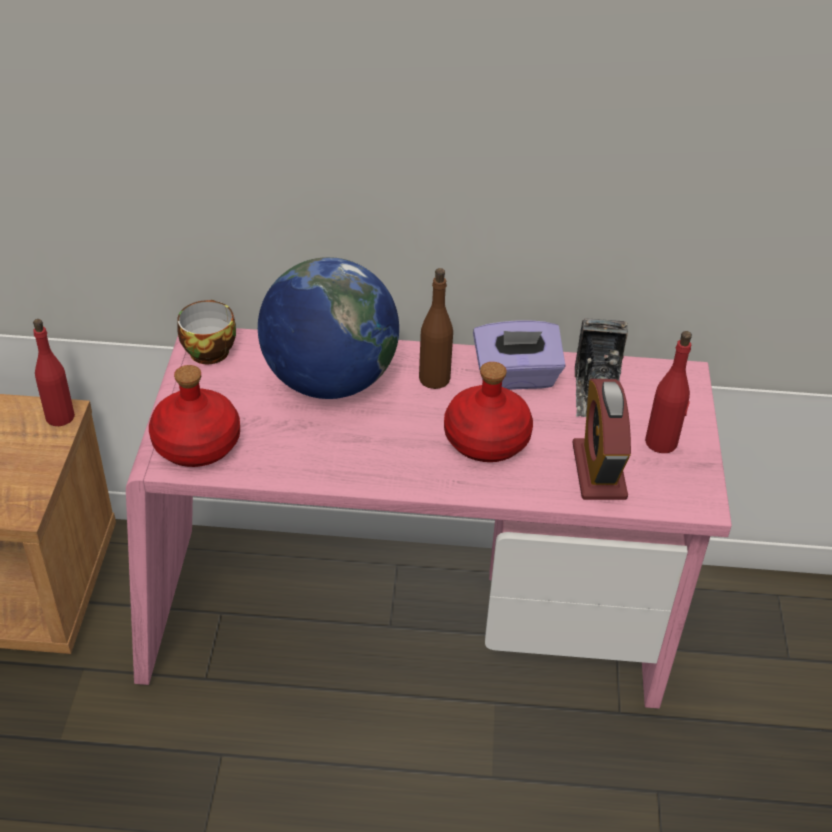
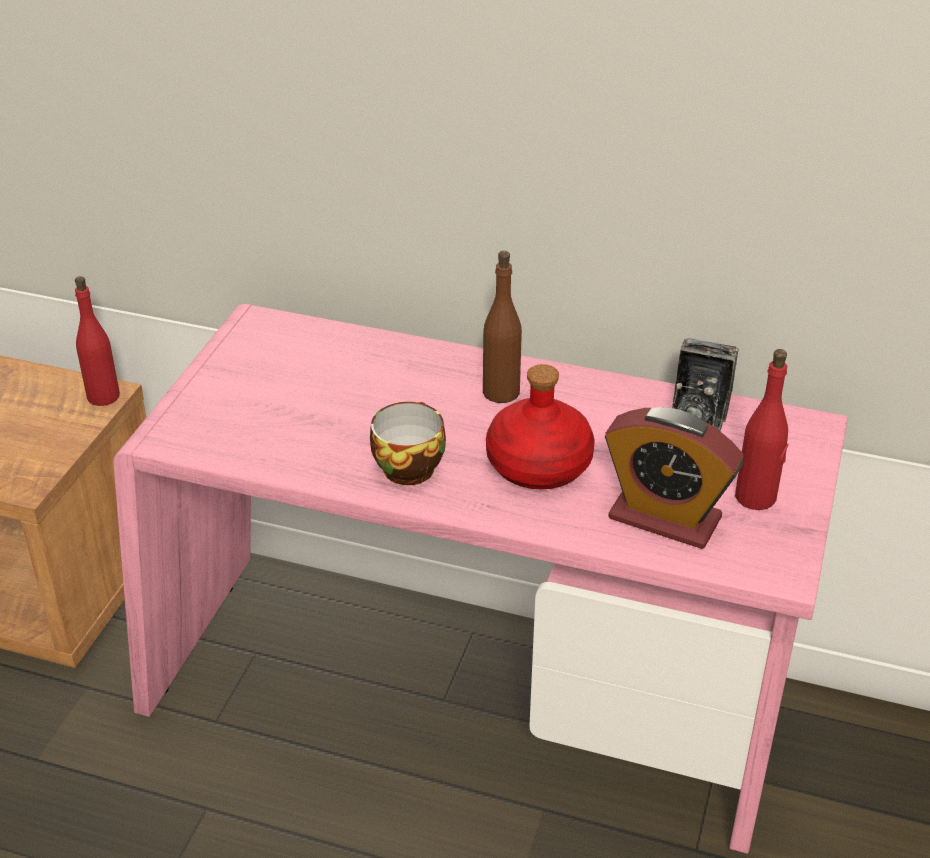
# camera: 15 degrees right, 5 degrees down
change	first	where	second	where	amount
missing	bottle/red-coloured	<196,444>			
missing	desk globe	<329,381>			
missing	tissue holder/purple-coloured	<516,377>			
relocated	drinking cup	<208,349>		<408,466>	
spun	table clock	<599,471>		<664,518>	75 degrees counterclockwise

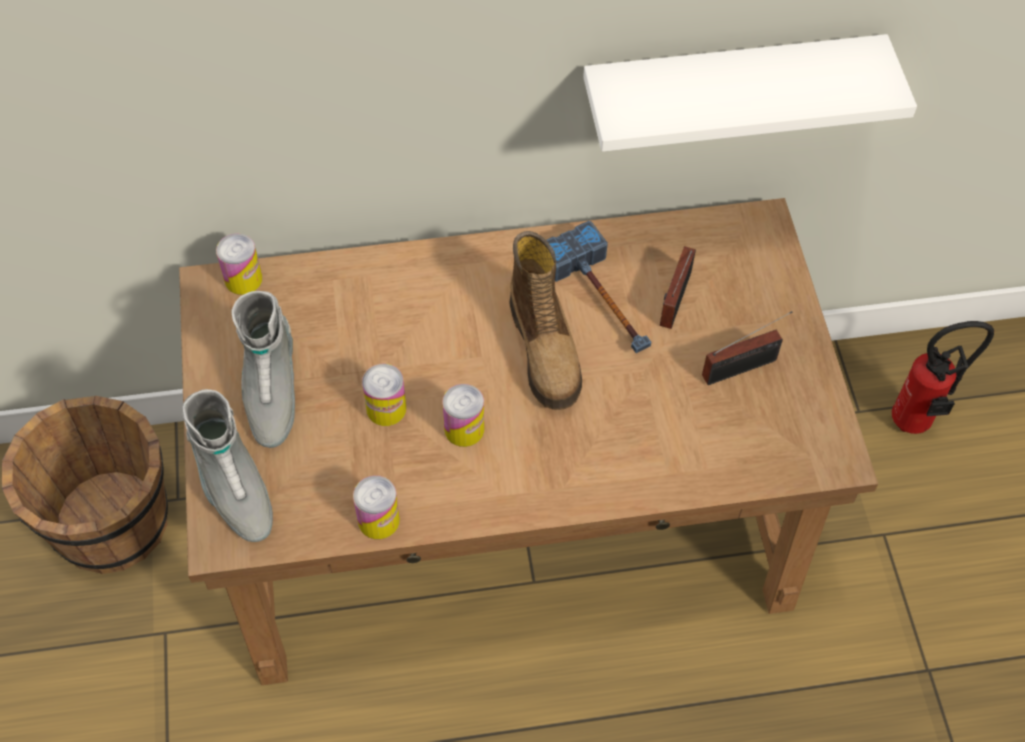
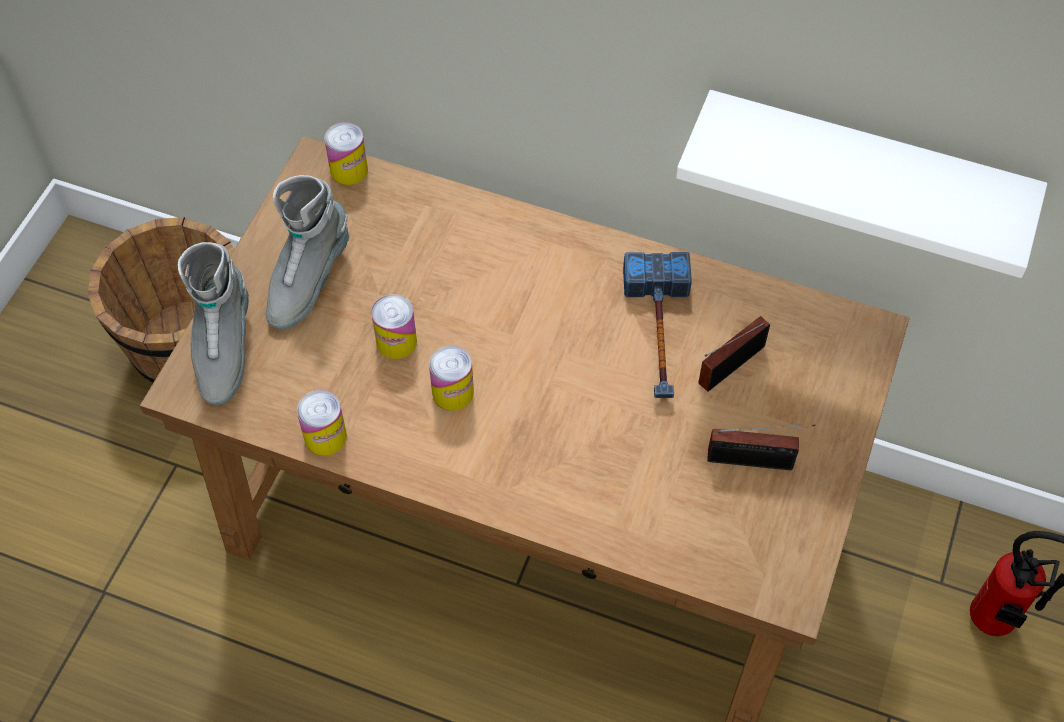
# camera: 30 degrees right, 0 degrees up
change	first	where	second	where	amount
missing	high-top boot	<546,348>			

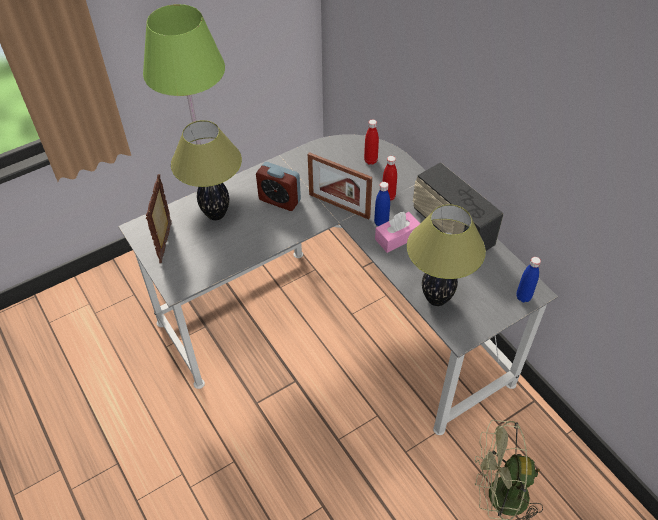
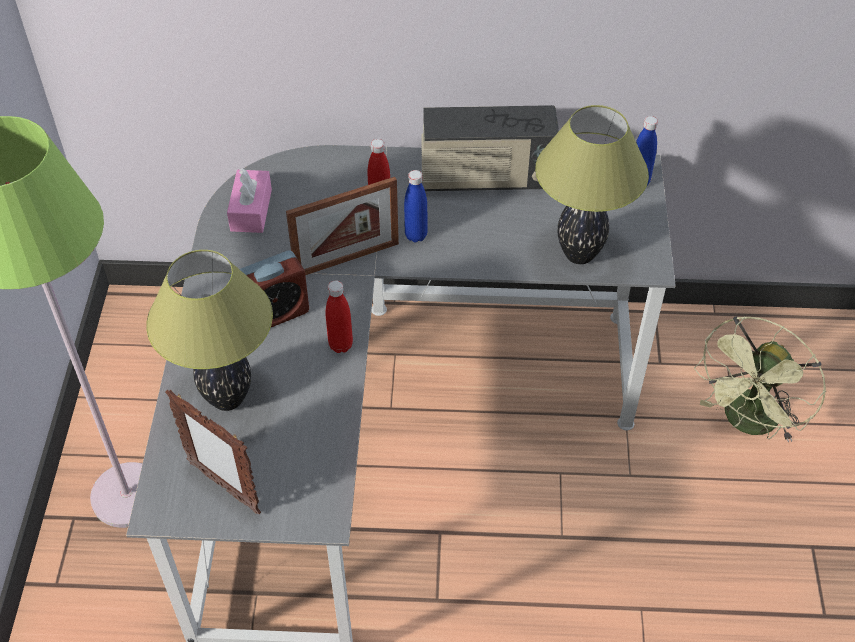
# camera: 55 degrees left, 0 degrees up
change	first	where	second	where	amount
relocated	bottle/red-coloured	<370,161>		<340,345>	
relocated	tissue holder/pink-coloured	<397,237>		<251,210>	

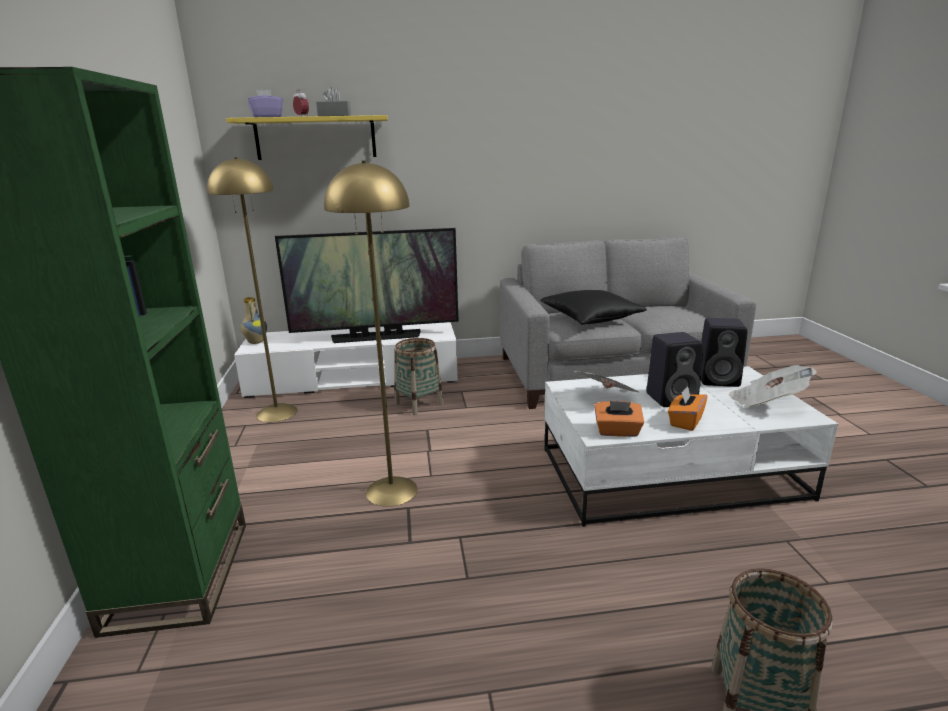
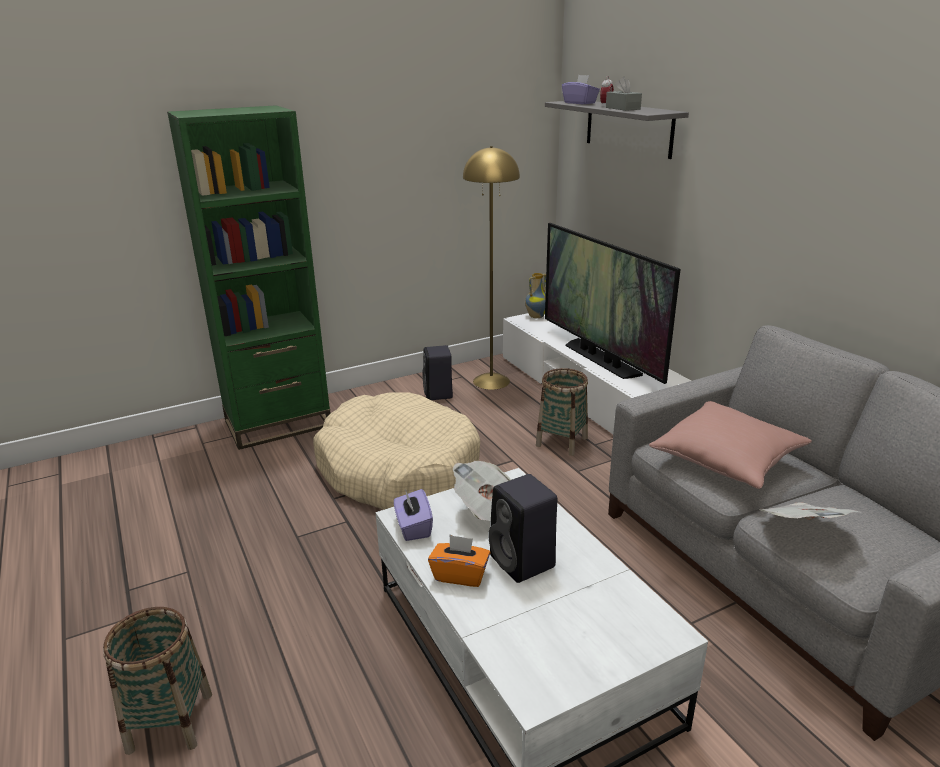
# camera: 70 degrees right, 5 degrees up
change	first	where	second	where	amount
relocated	speaker/black-coloured	<719,379>		<438,394>	
relocated	printed paper	<766,403>		<803,530>	
exchanged	standing lamp/yellow-coloured	<391,490>	dog cushion/beige-coloured	<399,470>	
colour	wall shelf/yellow-coloured	<315,138>	wall shelf/greyish	<628,128>	
colour	pillow/black-coloured	<590,319>	pillow/pink-coloured	<727,460>	
colour	tissue holder/orangey	<617,431>	tissue holder/purple-coloured	<413,527>	

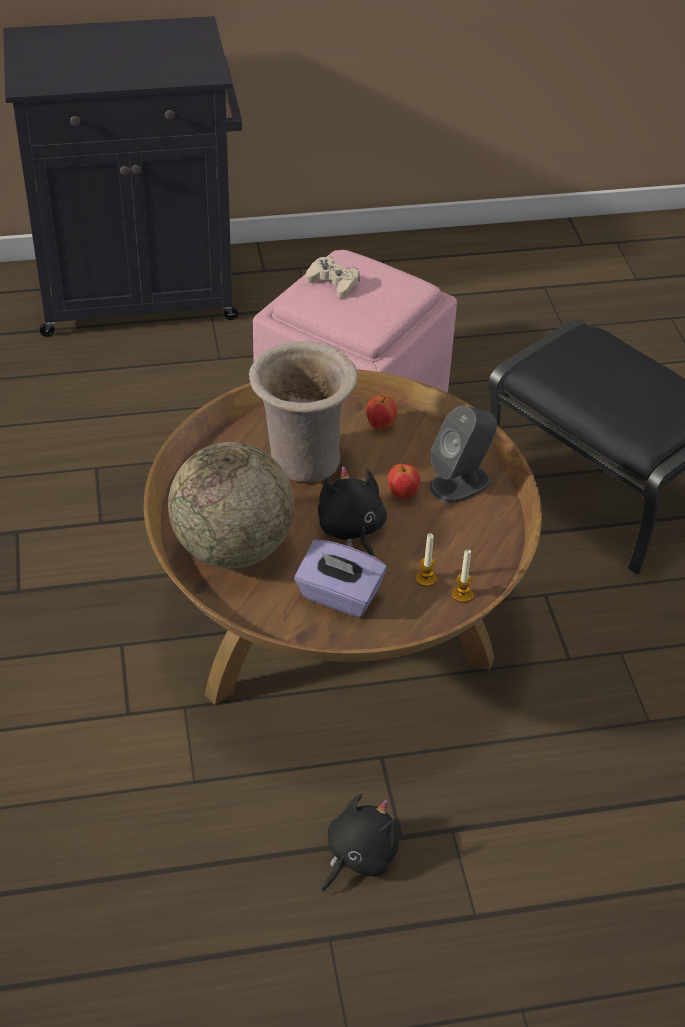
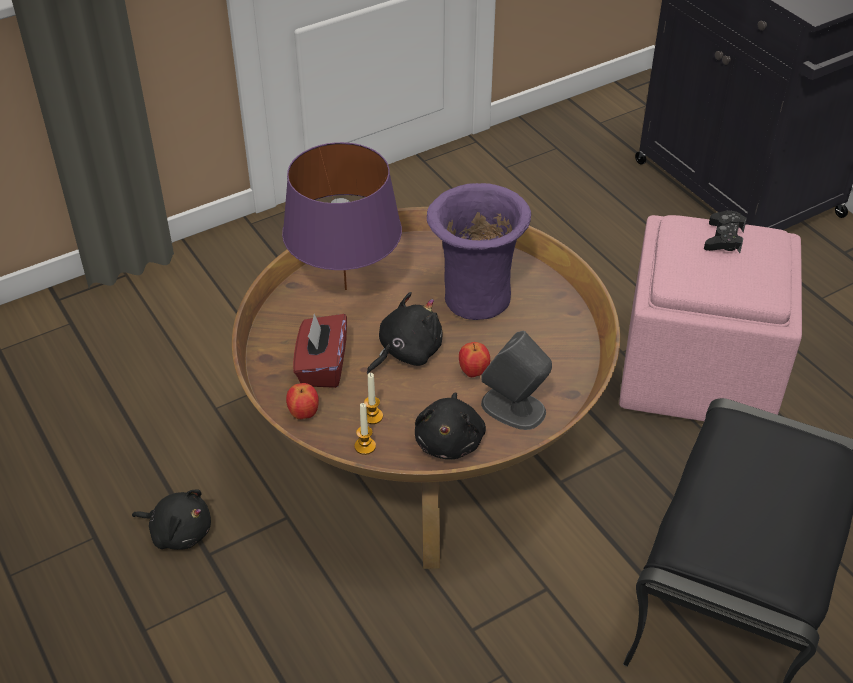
# camera: 70 degrees right, 0 degrees up
change	first	where	second	where	amount
appeared			soft toy/black-coloured	<450,440>	
relocated	apple	<380,425>		<304,414>	
exchanged	desk globe	<233,548>	lamp for a table/purple-coloured	<345,289>	
colour	vase/beige-coloured	<301,462>	vase/purple-coloured	<474,297>	
colour	tissue holder/purple-coloured	<339,596>	tissue holder/red-coloured	<322,366>	
colour	game controller/beige-coloured	<333,283>	game controller/black-coloured	<724,238>	

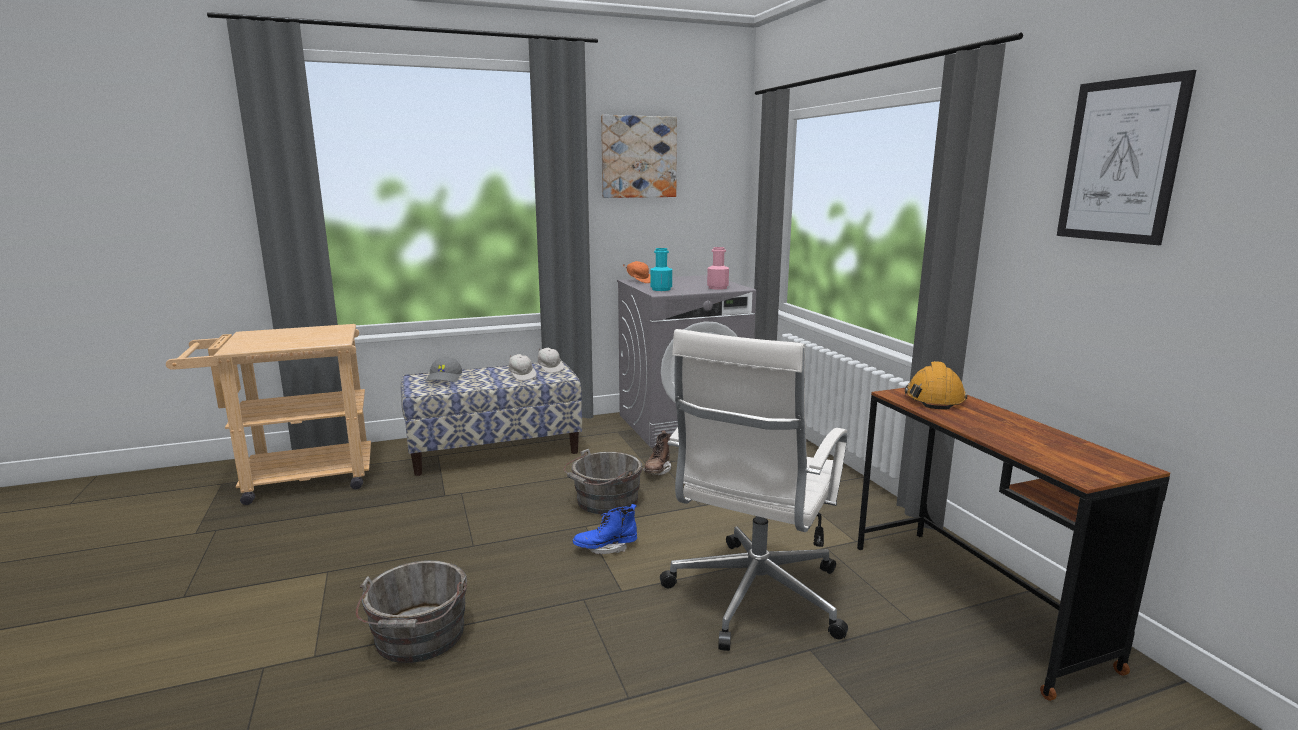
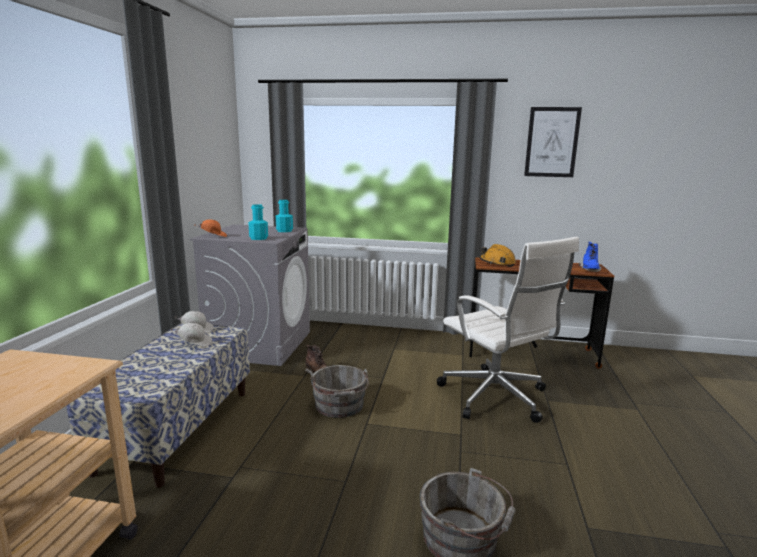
# camera: 60 degrees left, 0 degrees up
change	first	where	second	where	amount
missing	baseball cap/greyish	<445,378>			
missing	wall art	<638,157>			
relocated	high-top boot/bluish	<606,548>		<589,270>	
colour	bottle/pink-coloured	<717,288>	bottle/turquoise-coloured	<284,231>	

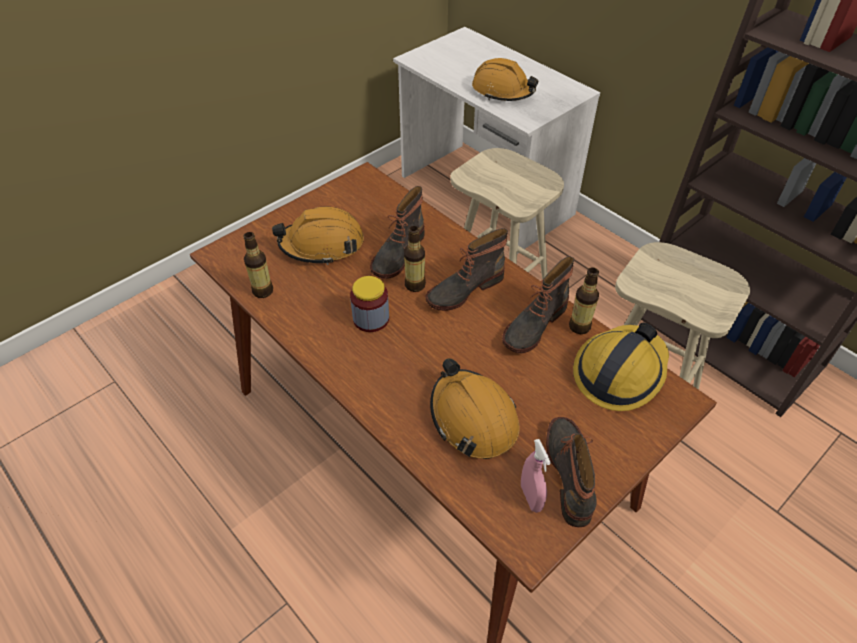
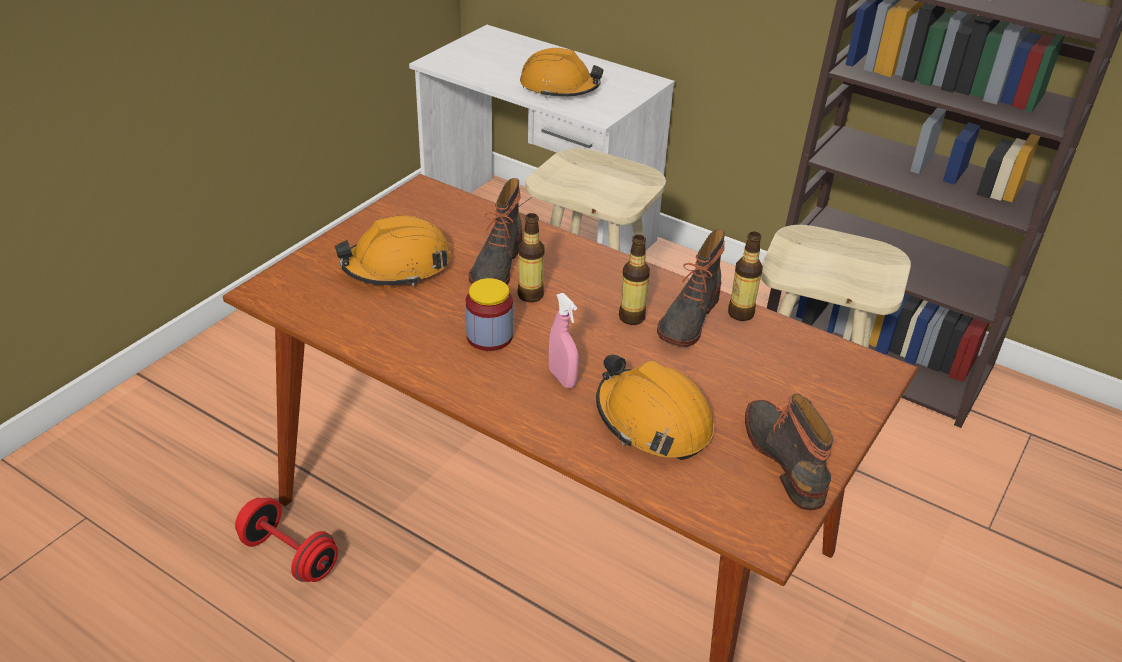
# camera: 15 degrees left, 10 degrees down
change	first	where	second	where	amount
missing	high-top boot	<464,289>			
missing	safety helmet	<619,372>			
appeared			free weight/red-coloured	<289,556>	
relocated	bottle	<262,291>		<631,317>	
relocated	hand sprayer/pink-coloured	<531,497>		<562,378>	

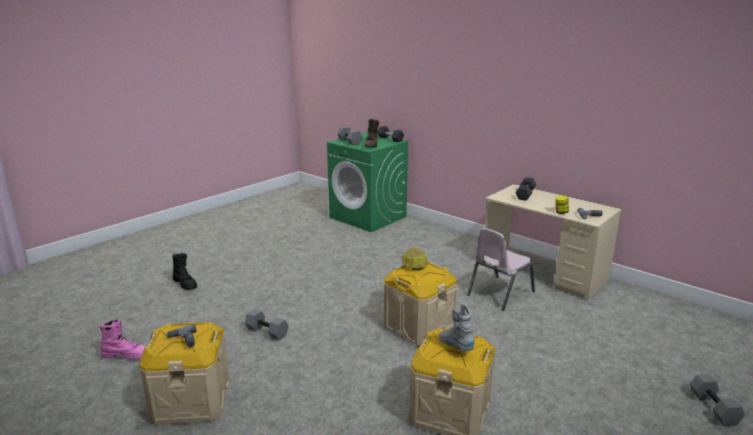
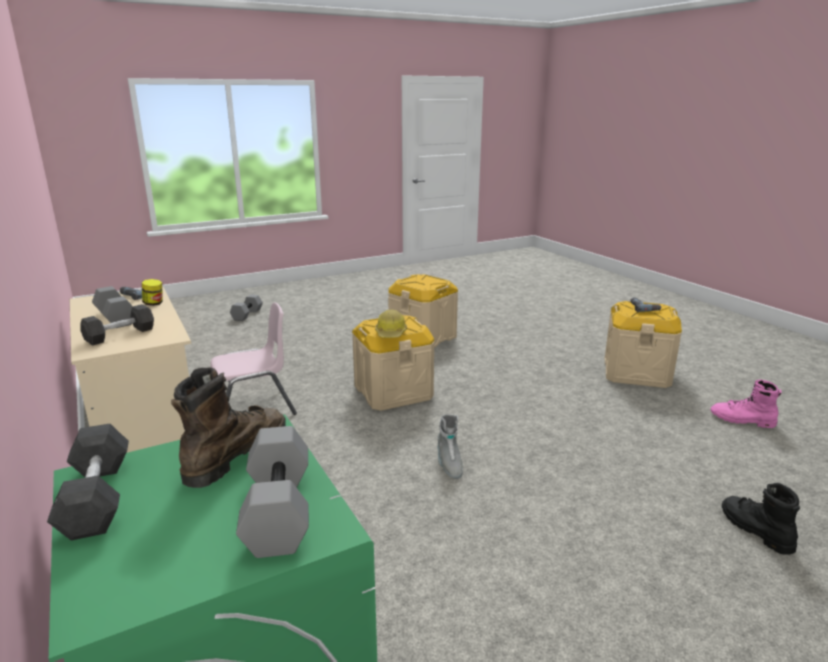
# camera: 160 degrees left, 0 degrees up
change	first	where	second	where	amount
relocated	free weight/greyish	<266,332>		<117,318>	
relocated	high-top boot/greyish	<455,347>		<449,464>	

